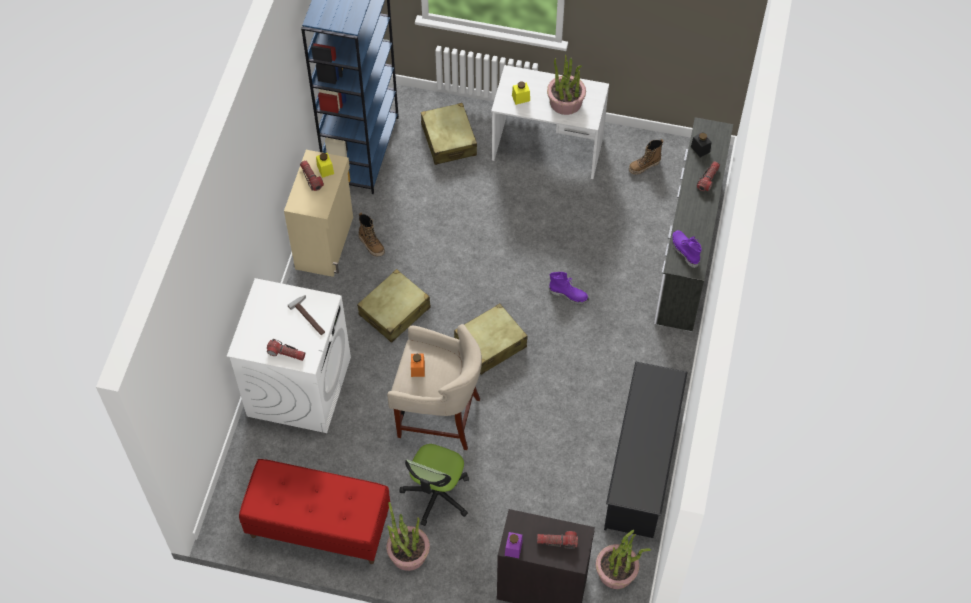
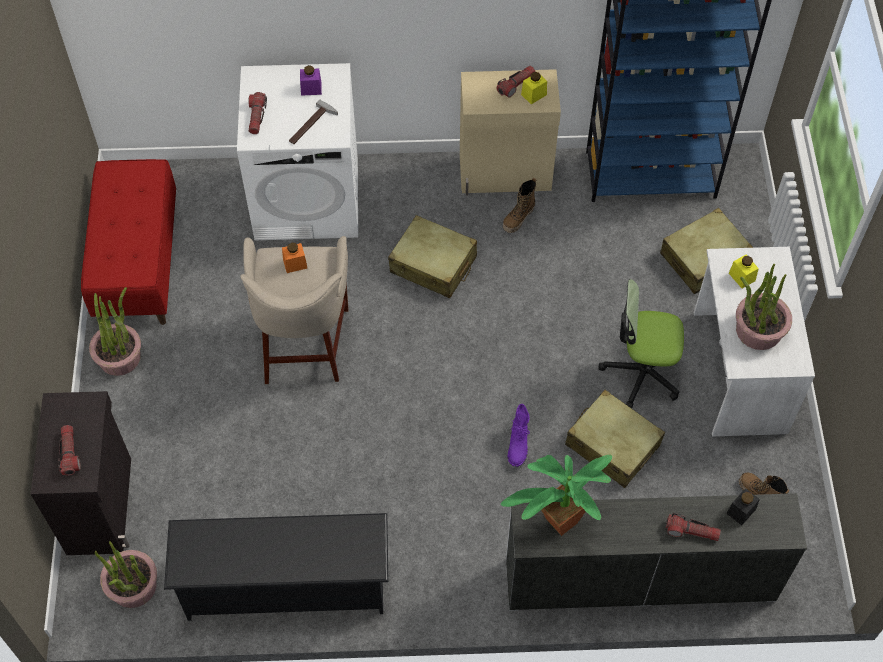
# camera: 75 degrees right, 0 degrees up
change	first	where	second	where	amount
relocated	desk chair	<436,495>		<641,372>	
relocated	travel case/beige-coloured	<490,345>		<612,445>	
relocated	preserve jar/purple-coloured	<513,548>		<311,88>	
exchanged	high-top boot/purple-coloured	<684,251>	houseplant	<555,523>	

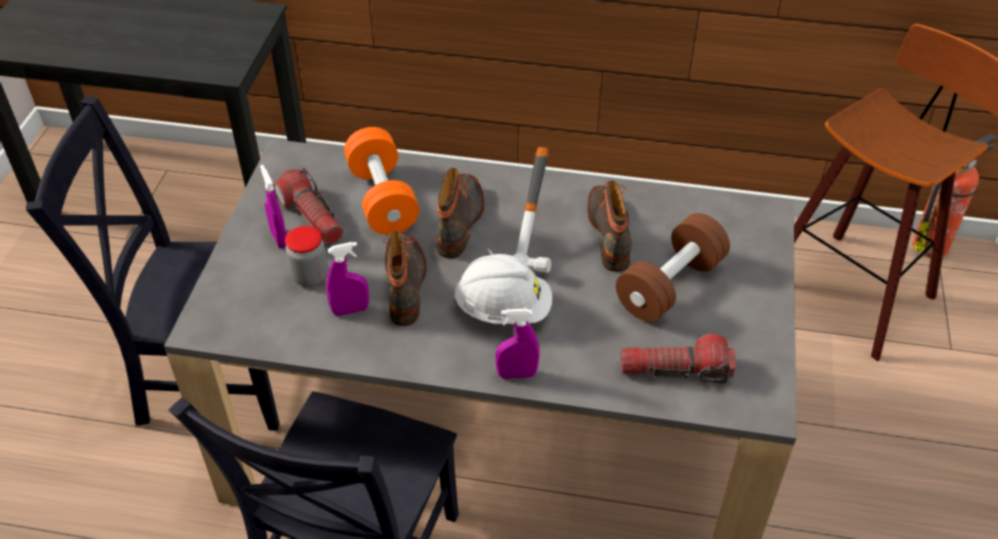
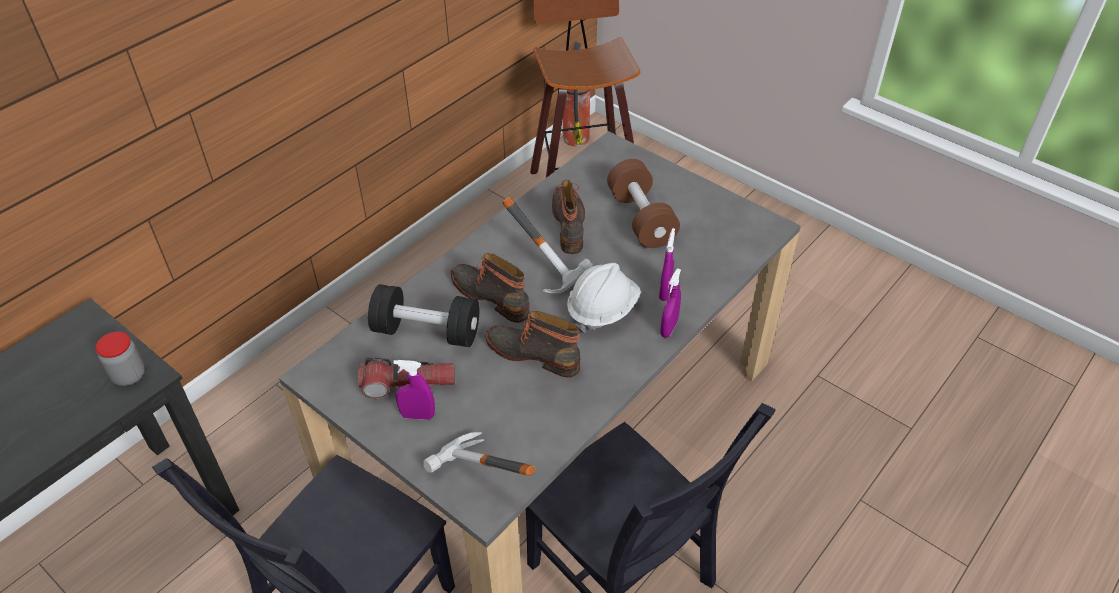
# camera: 60 degrees left, 0 degrees up
change	first	where	second	where	amount
missing	torch	<675,370>			
appeared			hand hammer	<477,485>	
relocated	preserve jar	<310,276>		<129,375>	
relocated	hand sprayer/purple-coloured	<350,310>		<665,292>	
colour	free weight/orangey	<382,198>	free weight/black-coloured	<426,331>	
spun	high-top boot	<611,232>		<570,223>	60 degrees clockwise

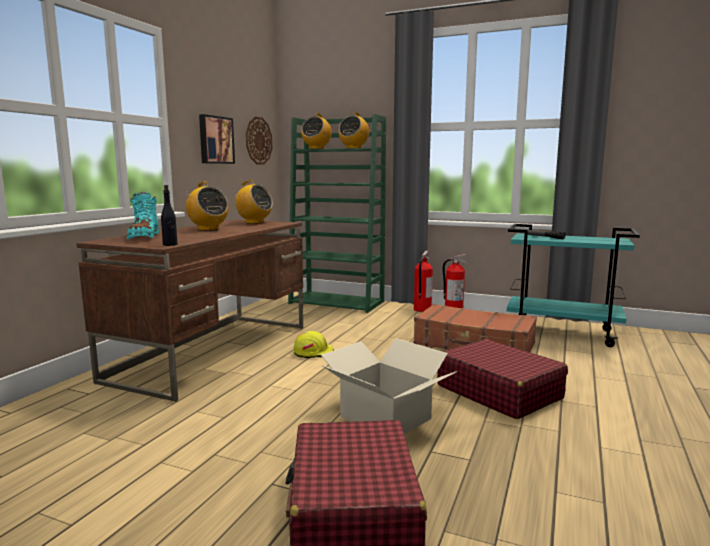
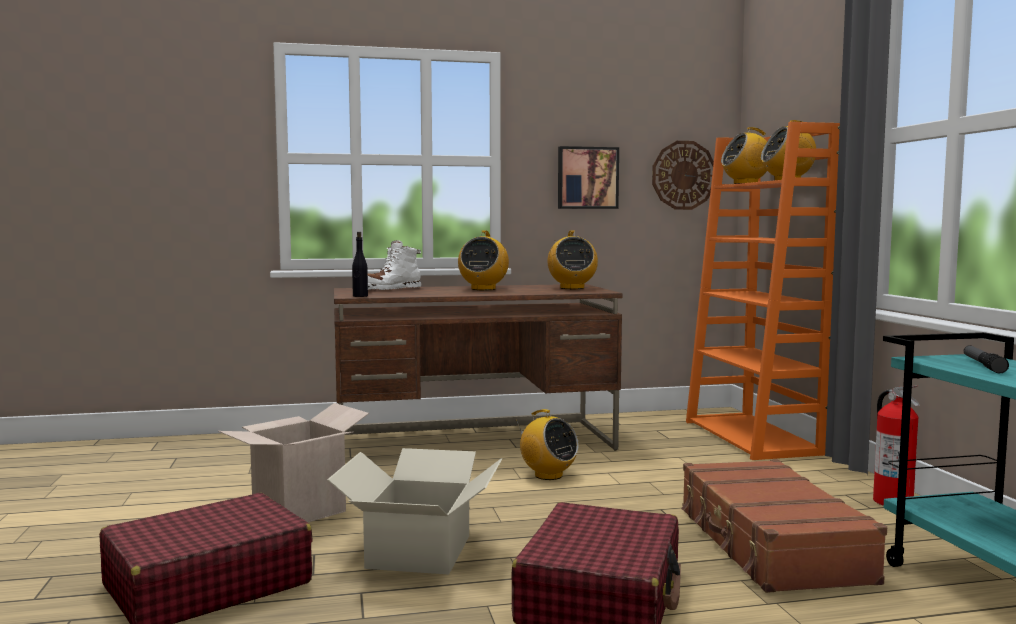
# camera: 55 degrees right, 5 degrees down
change	first	where	second	where	amount
missing	fire extinguisher	<422,310>			
appeared			cardboard box	<299,511>	
exchanged	safety helmet/yellow-coloured	<313,353>	radio	<548,475>	
colour	high-top boot/turquoise-coloured	<144,237>	high-top boot/white	<389,289>	
colour	bookcase/green-coloured	<337,302>	bookcase/orangey	<753,437>	

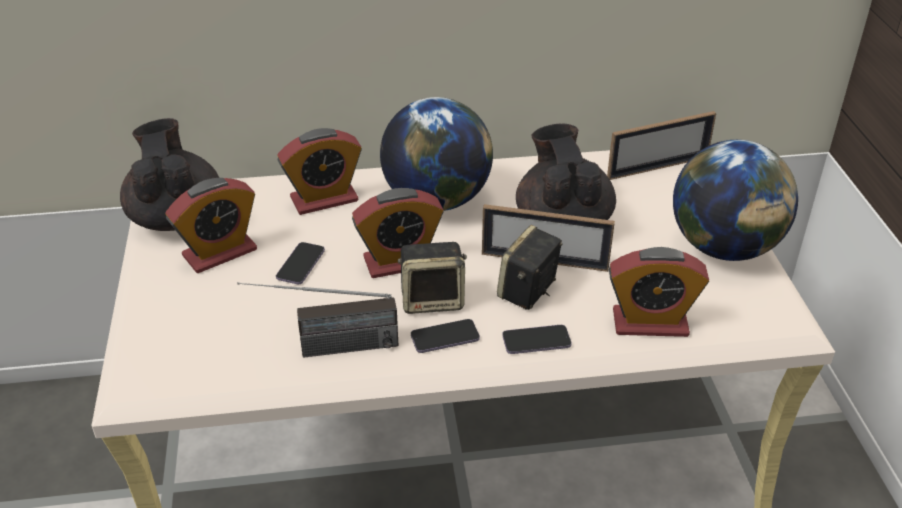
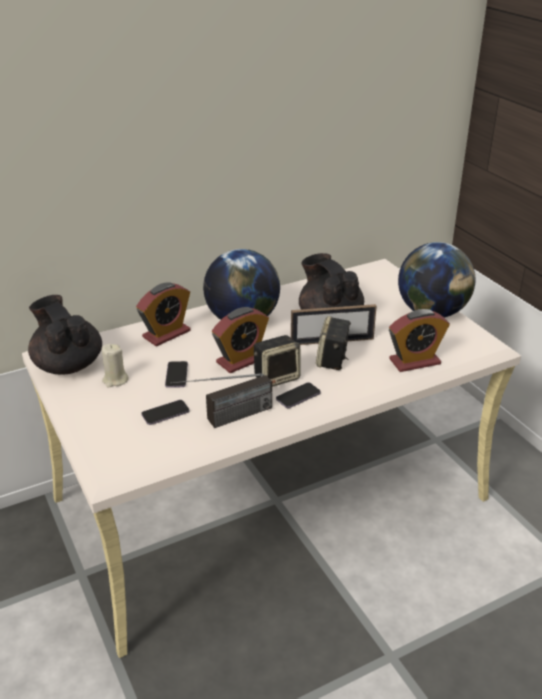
# camera: 20 degrees left, 5 degrees down
change	first	where	second	where	amount
missing	photo frame	<658,167>			
relocated	telephone	<536,341>		<165,413>	
exchanged	table clock	<220,253>	wax light/beige-coloured	<115,380>	

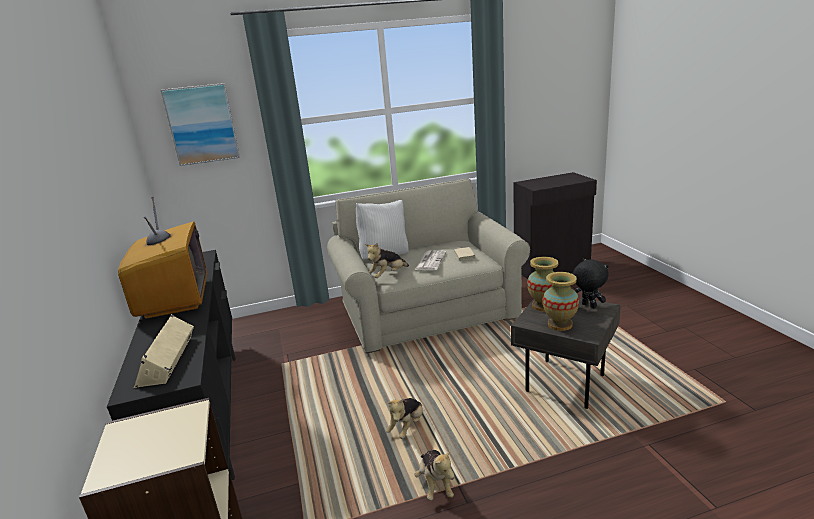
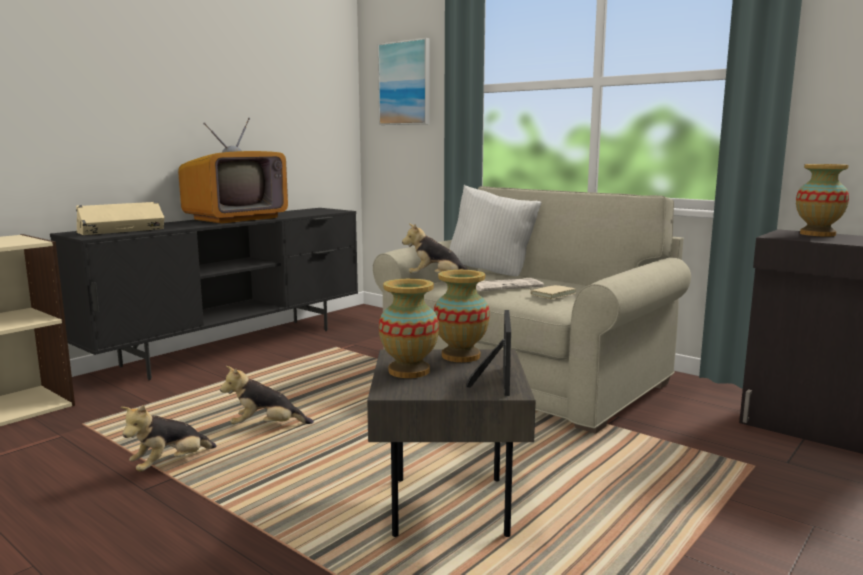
# camera: 55 degrees right, 10 degrees down
change	first	where	second	where	amount
appeared			vase	<817,234>	
exchanged	soft toy/black-coloured	<588,306>	photo frame	<497,379>	

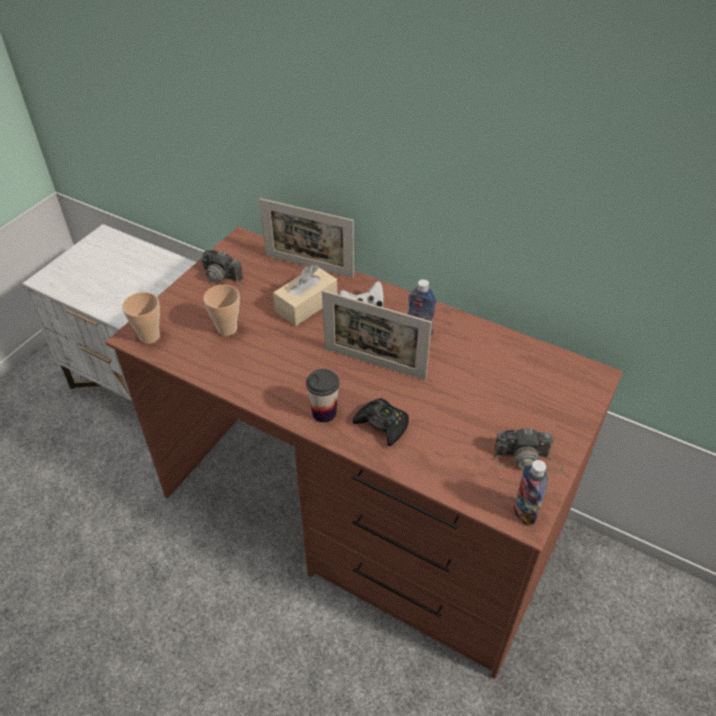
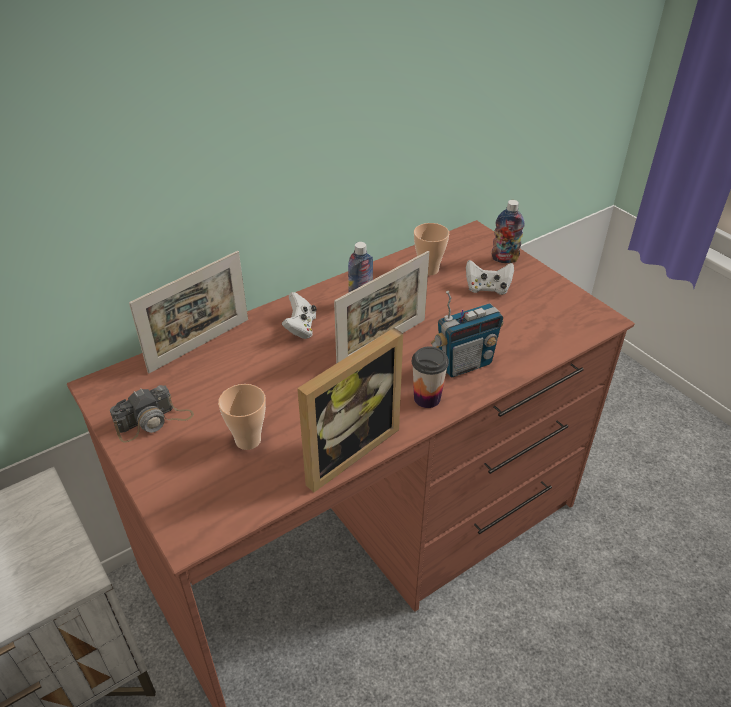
# camera: 65 degrees left, 5 degrees down
change	first	where	second	where	amount
missing	tissue holder/beige-coloured	<306,304>			
missing	still camera	<527,459>			
appeared			photo frame	<344,449>	
appeared			game controller/white	<487,288>	
relocated	drinking cup	<149,336>		<428,270>	
relocated	bottle	<524,512>		<504,259>	
exchanged	game controller/black-coloured	<382,425>	radio	<464,364>	

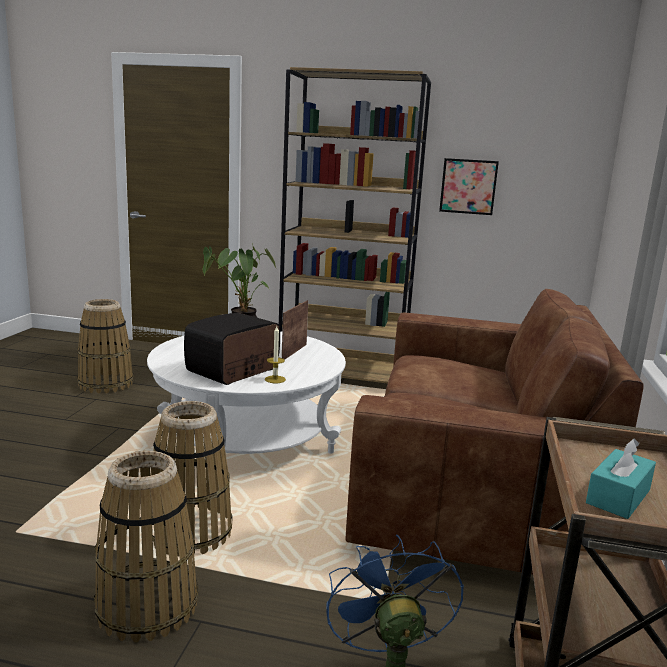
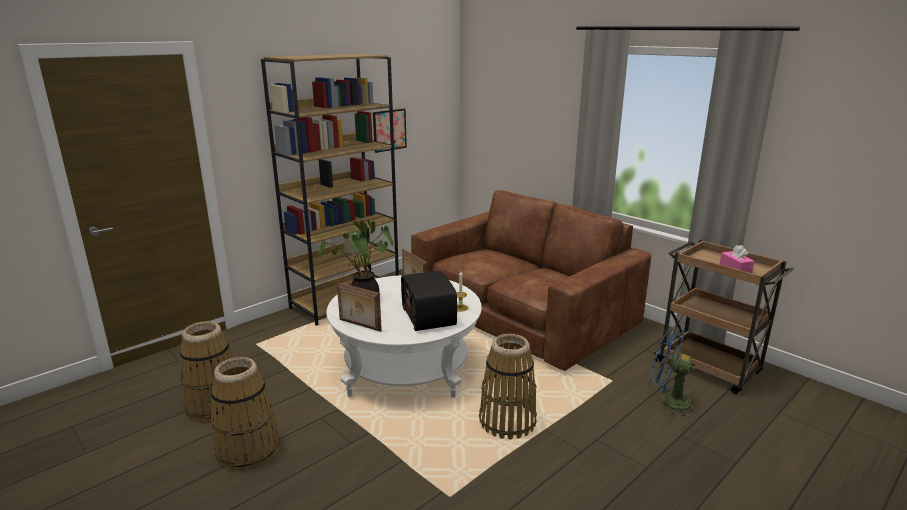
# camera: 55 degrees left, 5 degrees up
change	first	where	second	where	amount
appeared			photo frame	<359,325>	
relocated	household basket	<147,606>		<248,450>	
colour	tissue holder/turquoise-coloured	<618,496>	tissue holder/pink-coloured	<735,268>	

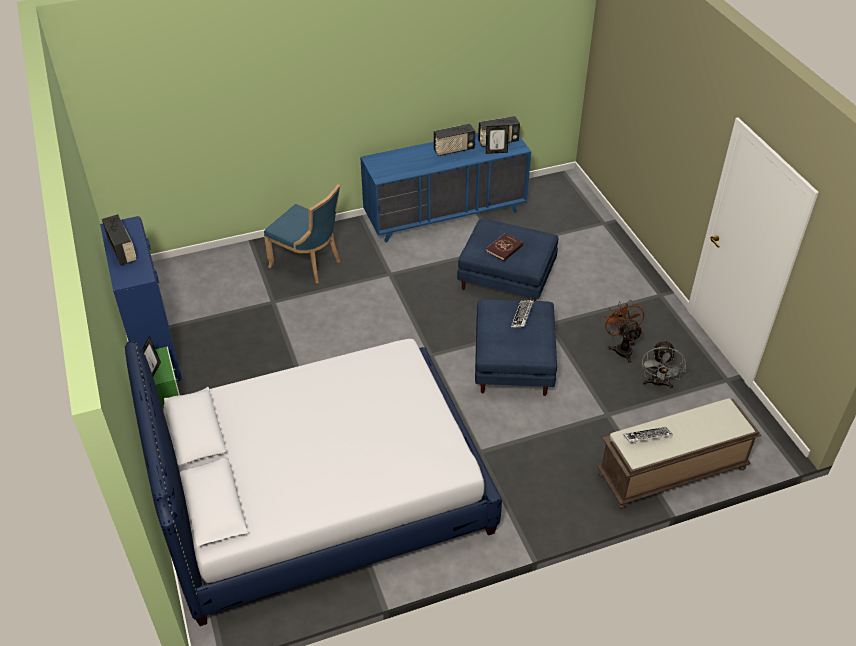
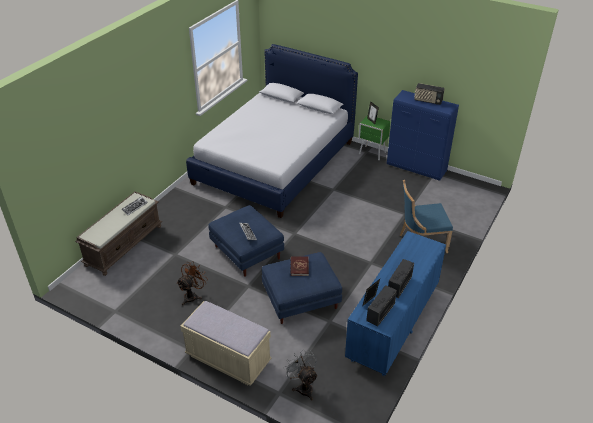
# camera: 140 degrees right, 5 degrees down
change	first	where	second	where	amount
appeared			long seat/beige-coloured	<228,359>	
relocated	fan/greyish	<657,384>		<303,387>	
spun	fan/brownish	<621,348>		<192,295>	90 degrees counterclockwise

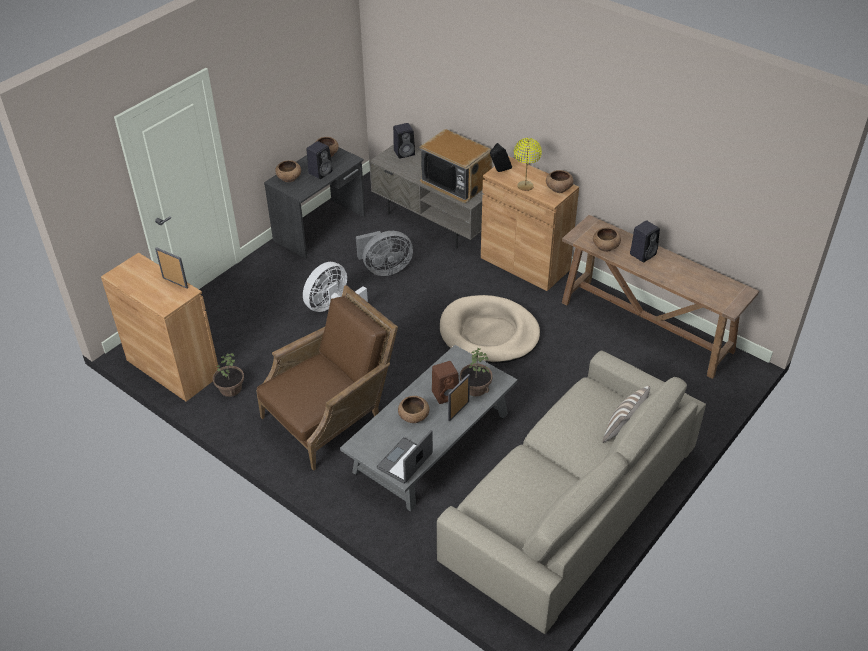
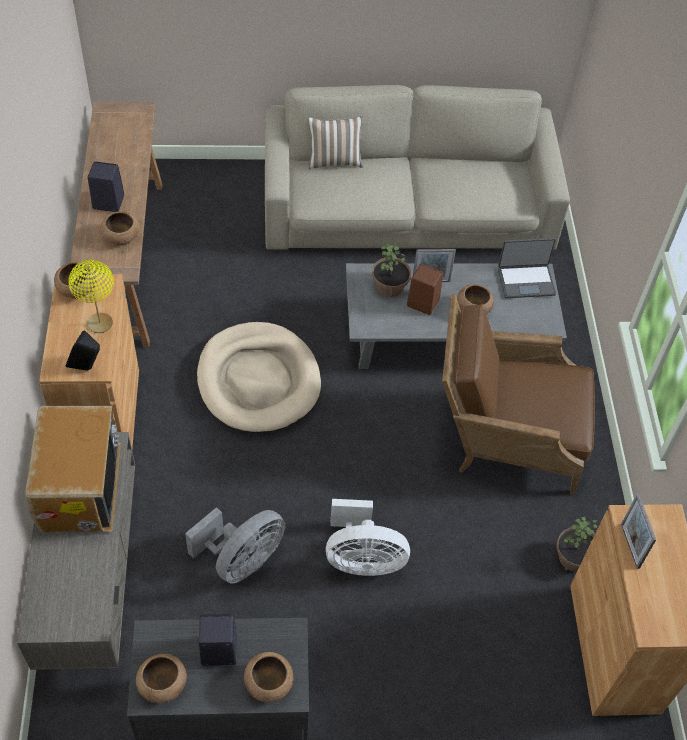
# camera: 135 degrees left, 10 degrees up
change	first	where	second	where	amount
missing	speaker/black-coloured	<405,152>			
spun	fan/greyish	<385,269>		<242,560>	105 degrees clockwise

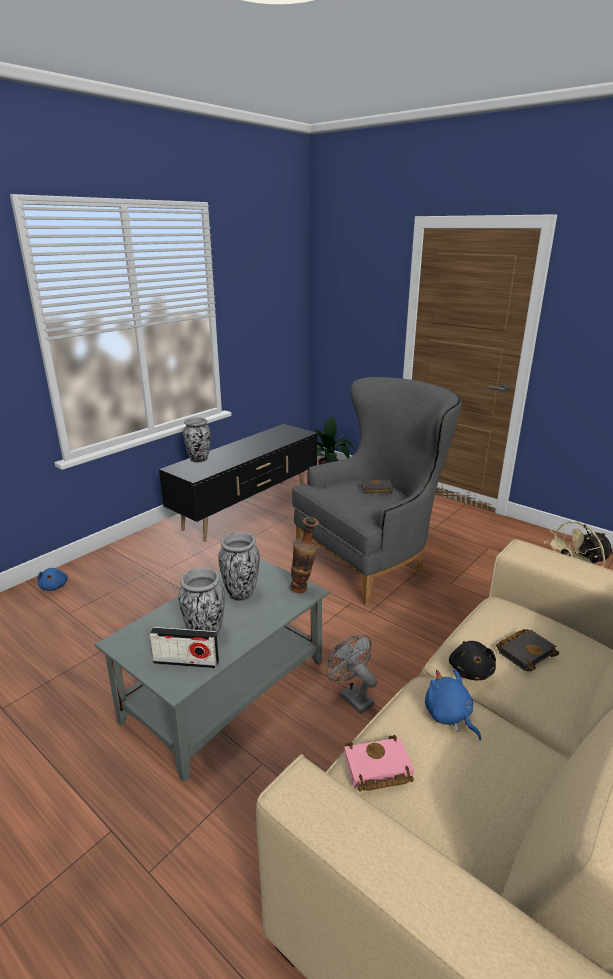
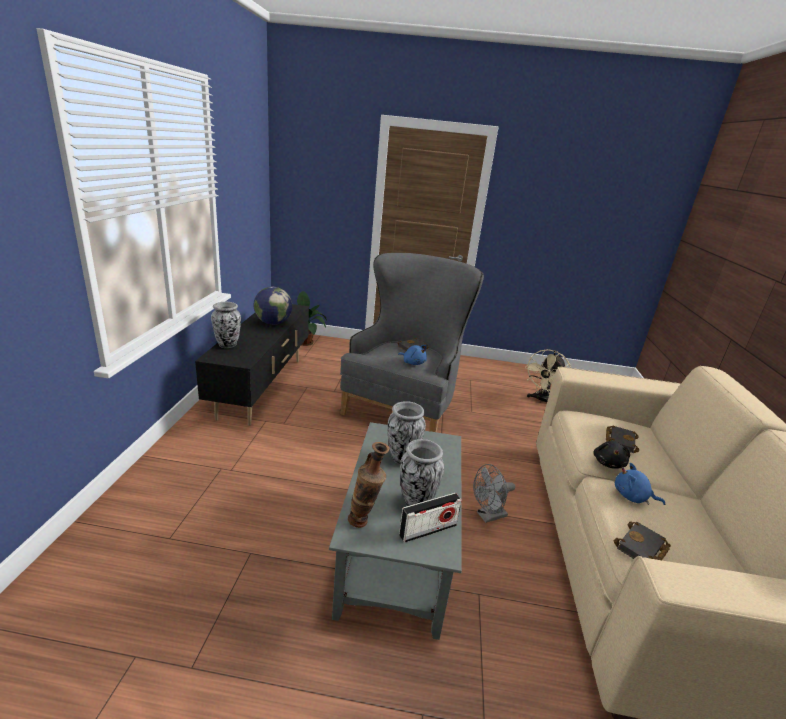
# camera: 35 degrees left, 0 degrees up
change	first	where	second	where	amount
appeared			desk globe	<273,323>	
relocated	soft toy/bluish	<54,586>		<413,362>	
relocated	vase	<303,591>		<364,522>	
colour	bound book/pink-coloured	<376,769>	bound book/black-coloured	<641,549>	
spun	fan/greyish	<352,696>		<488,516>	45 degrees counterclockwise
spun	soft toy/black-coloured	<470,670>		<608,463>	45 degrees clockwise

